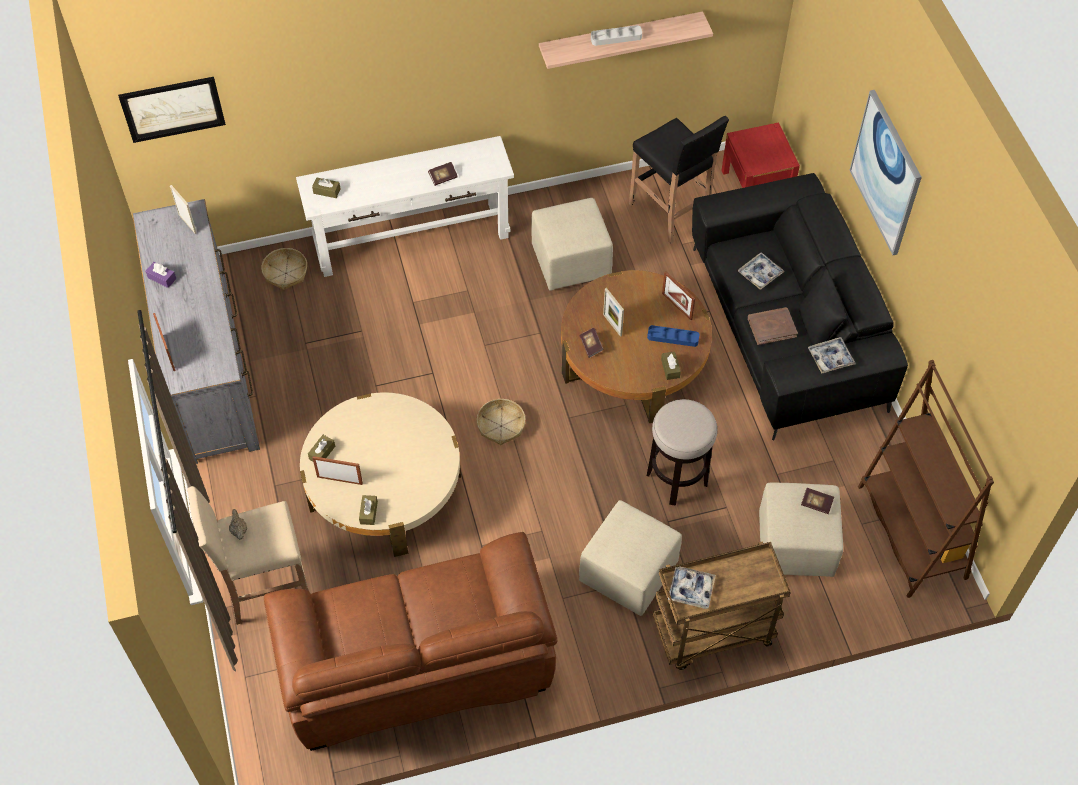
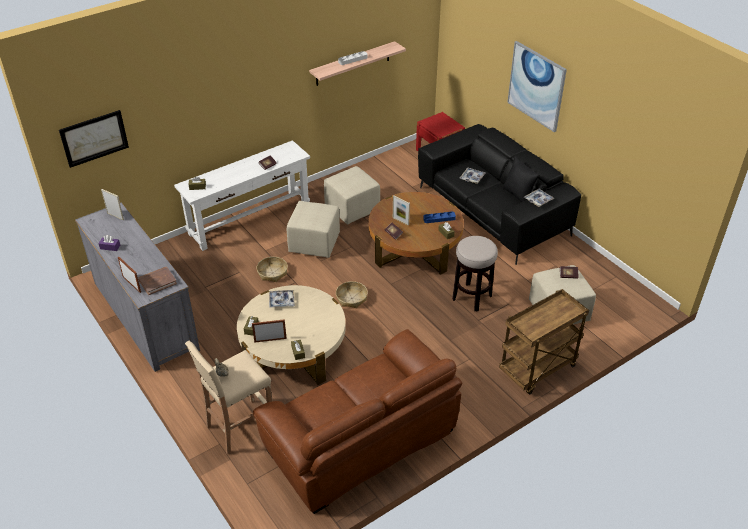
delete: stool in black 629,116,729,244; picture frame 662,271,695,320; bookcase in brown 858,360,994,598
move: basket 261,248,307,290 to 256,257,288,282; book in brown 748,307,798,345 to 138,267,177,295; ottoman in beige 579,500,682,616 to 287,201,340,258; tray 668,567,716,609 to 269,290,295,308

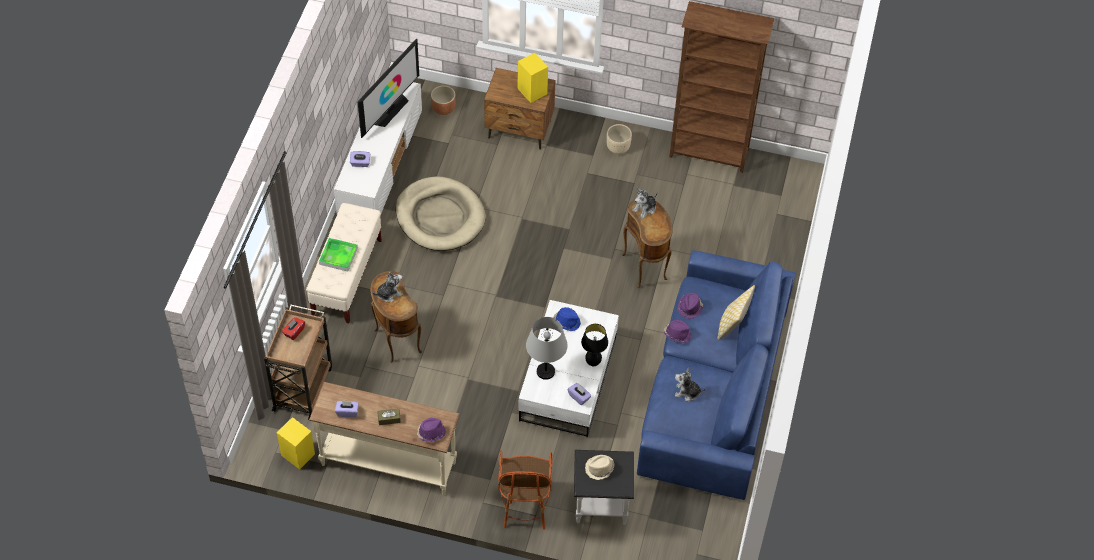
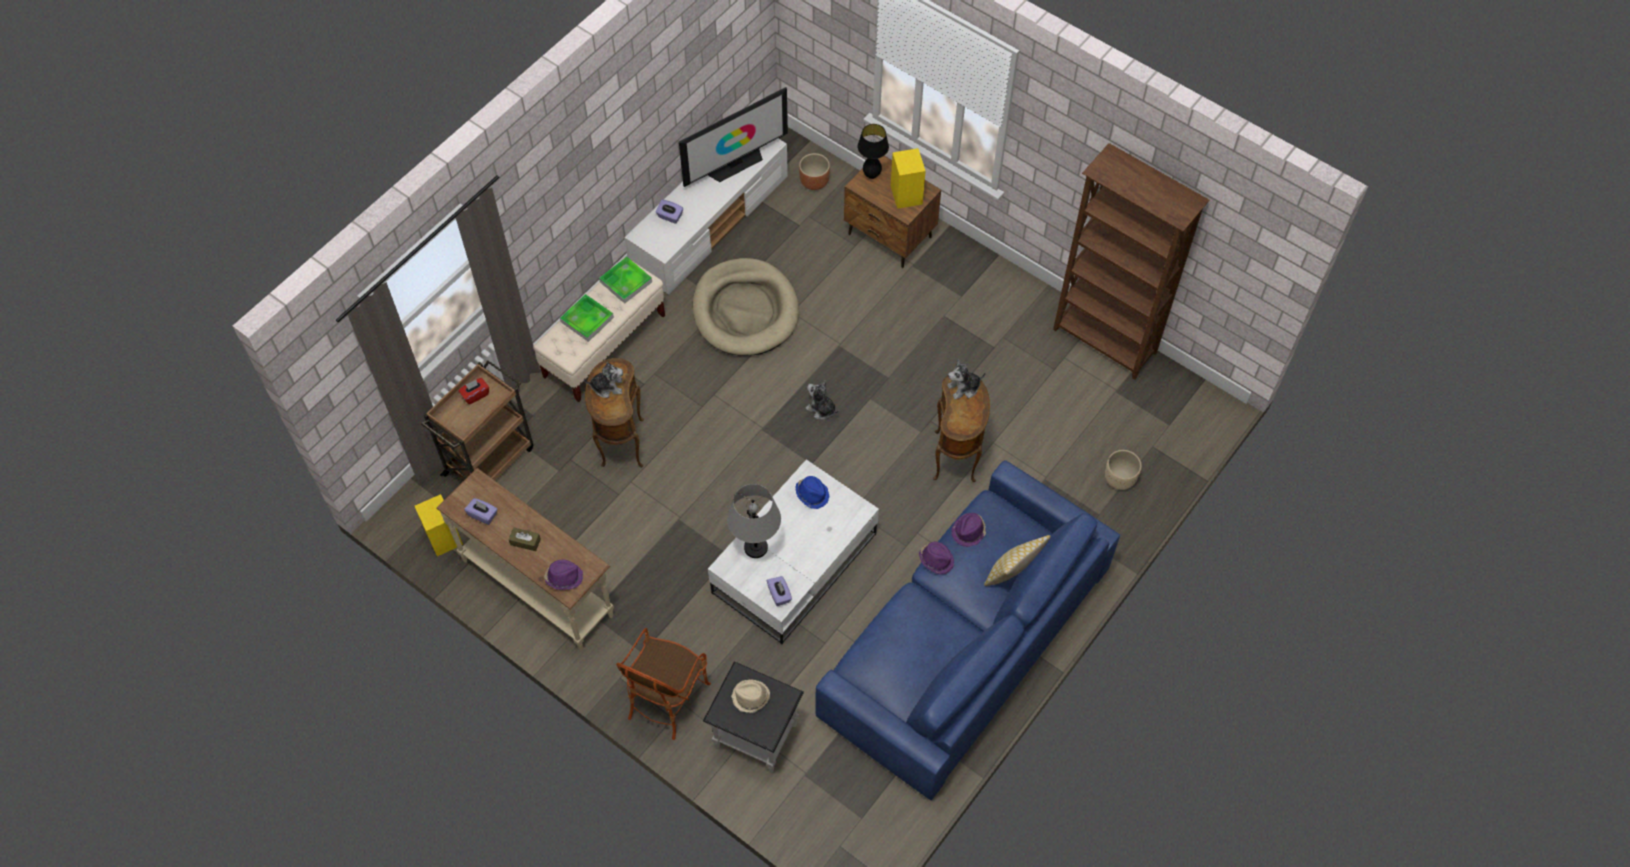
insert: tray 599,257,652,304
move: planter in beige 607,124,632,154 to 1105,450,1142,490; table lamp in black 581,324,608,366 to 858,124,889,179; plush toy 675,368,706,401 to 806,380,839,420

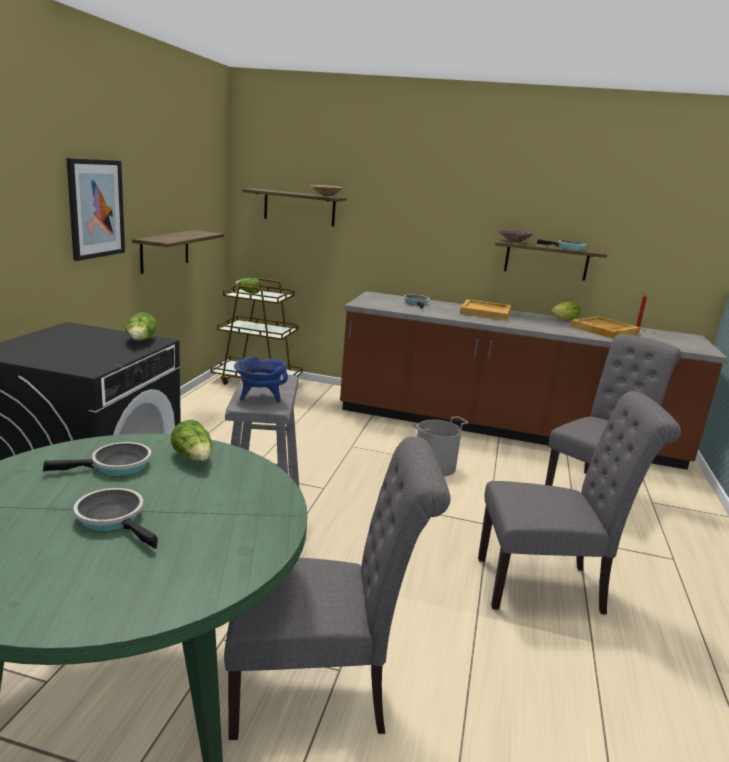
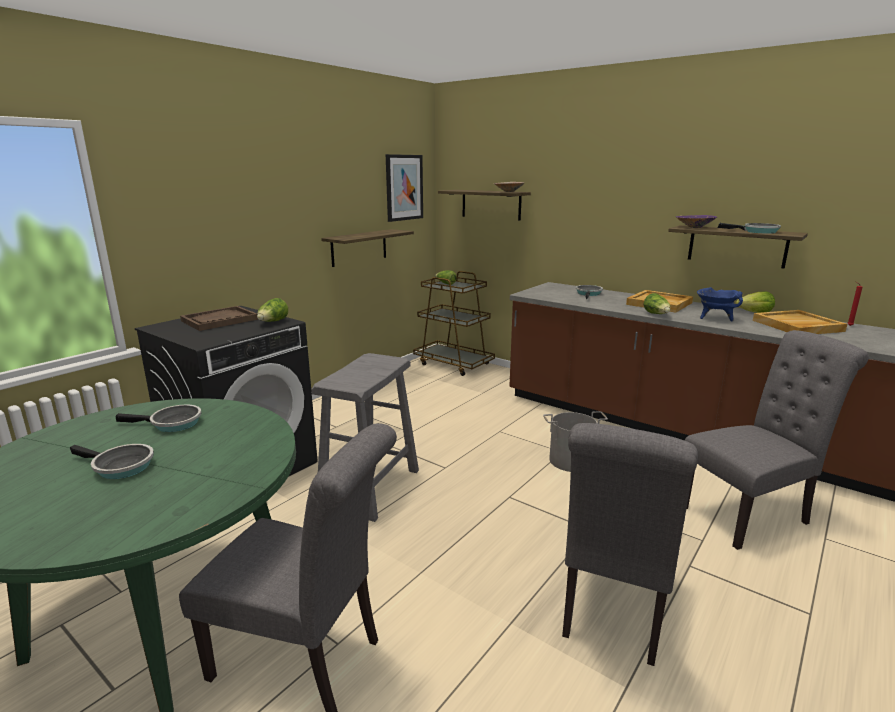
insert: tray in brown 180,306,258,331
move: picture 66,158,125,261 to 386,154,423,222; cooking pot in blue 234,356,288,402 to 697,287,743,322; lettuce 171,420,212,461 to 643,293,670,314
rotate: chair in grey 478,391,681,615 = 562,423,698,666 90 degrees clockwise; frying pan 73,488,158,549 = 70,444,154,479 135 degrees clockwise

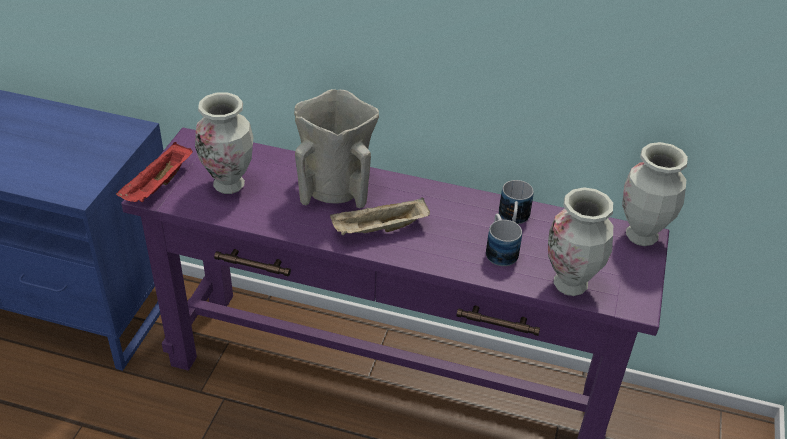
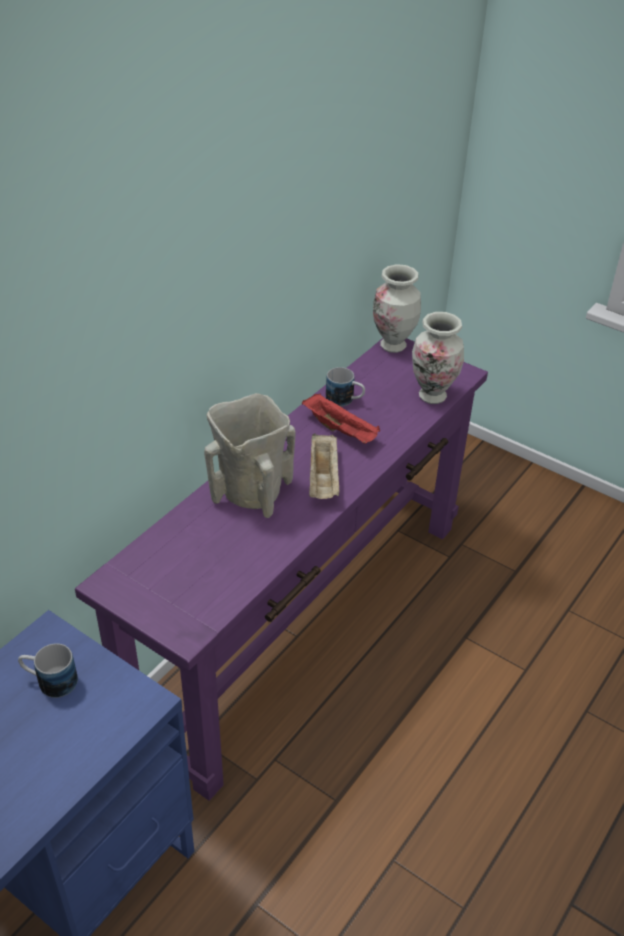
delete: vase 195,93,253,194
move: tray in red 116,142,193,202 to 302,393,380,444; mug 486,214,522,266 to 18,643,78,698

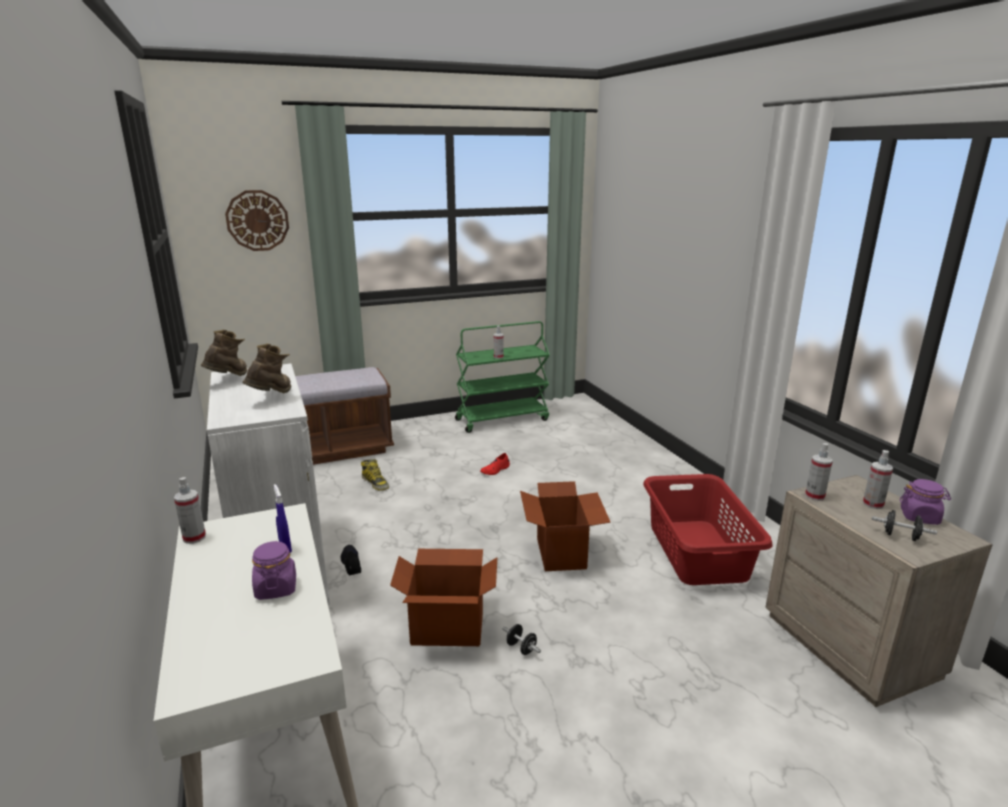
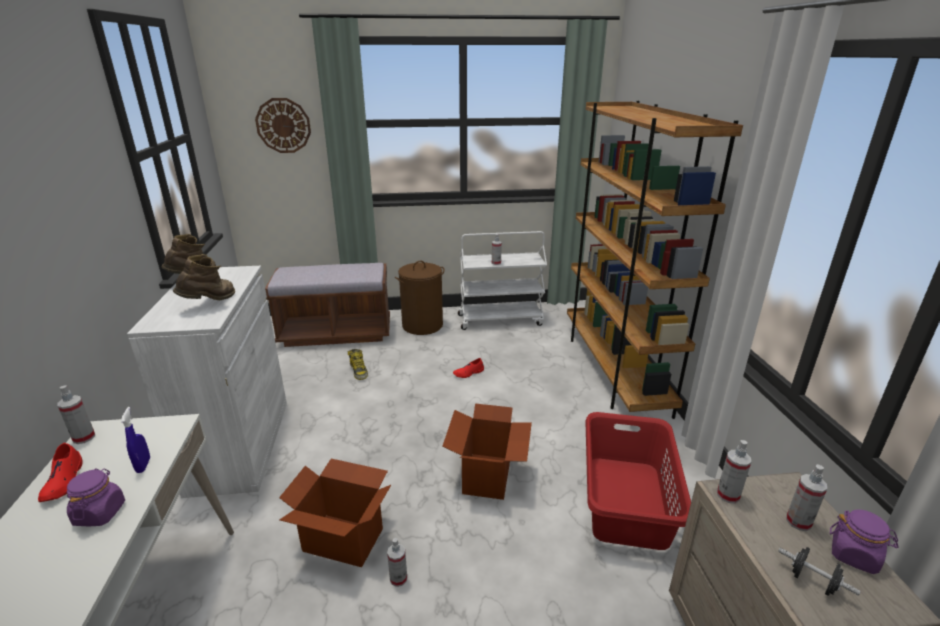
delete: shoe in black 341,545,361,575
insert: bookcase in brown 567,101,743,419; laundry basket in brown 395,261,444,335; shoe in red 38,443,82,502
replace: dumbbell in black 503,624,541,655 to spray bottle 387,538,407,587
recolor: cart in green 455,321,550,433 to cart in white 458,231,547,330

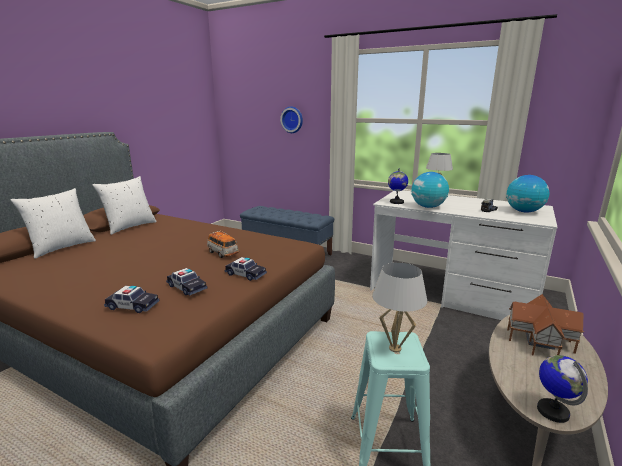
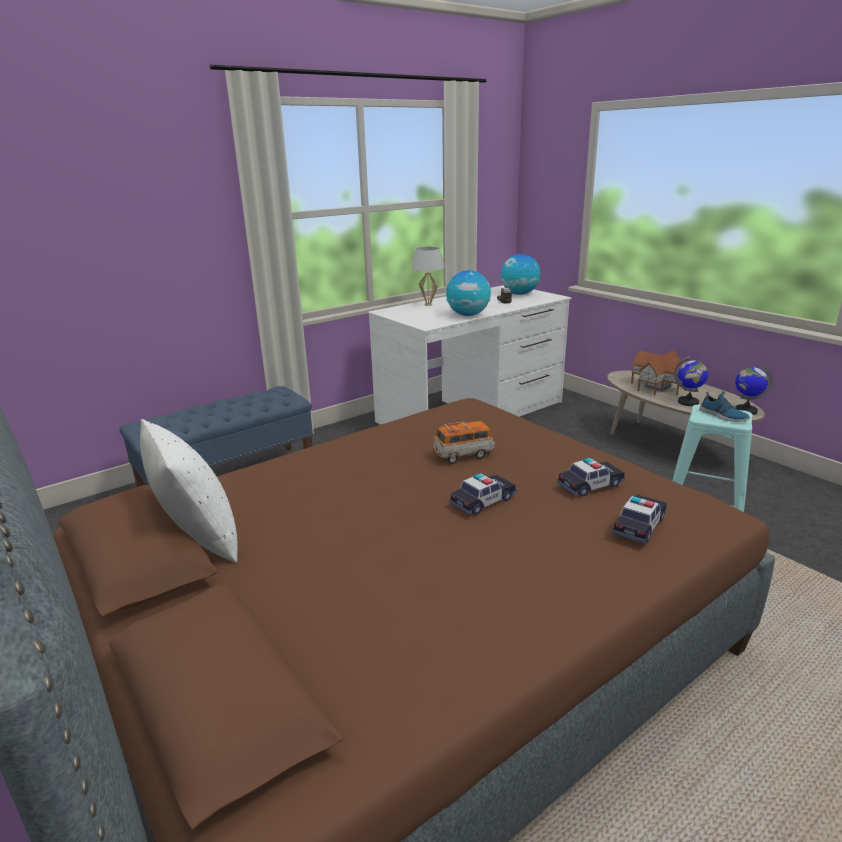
delete: wall clock 280,107,303,133; pillow in white 10,188,96,259
move: globe 388,168,408,204 to 674,356,708,406; toy car 225,257,267,281 to 449,473,517,515
replace: table lamp in white 372,262,427,352 to shoe 699,391,750,422

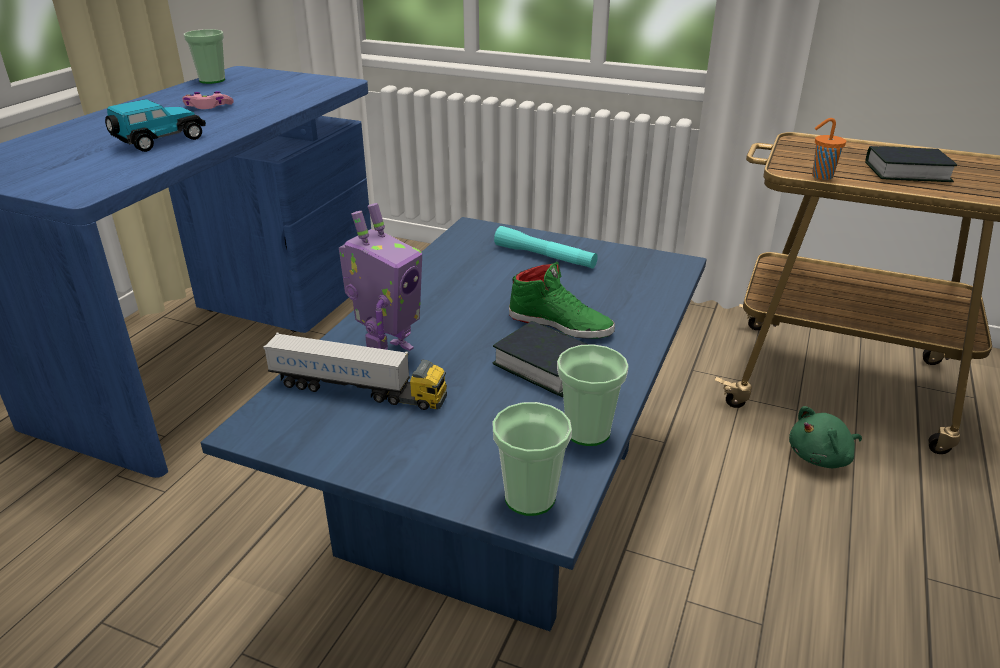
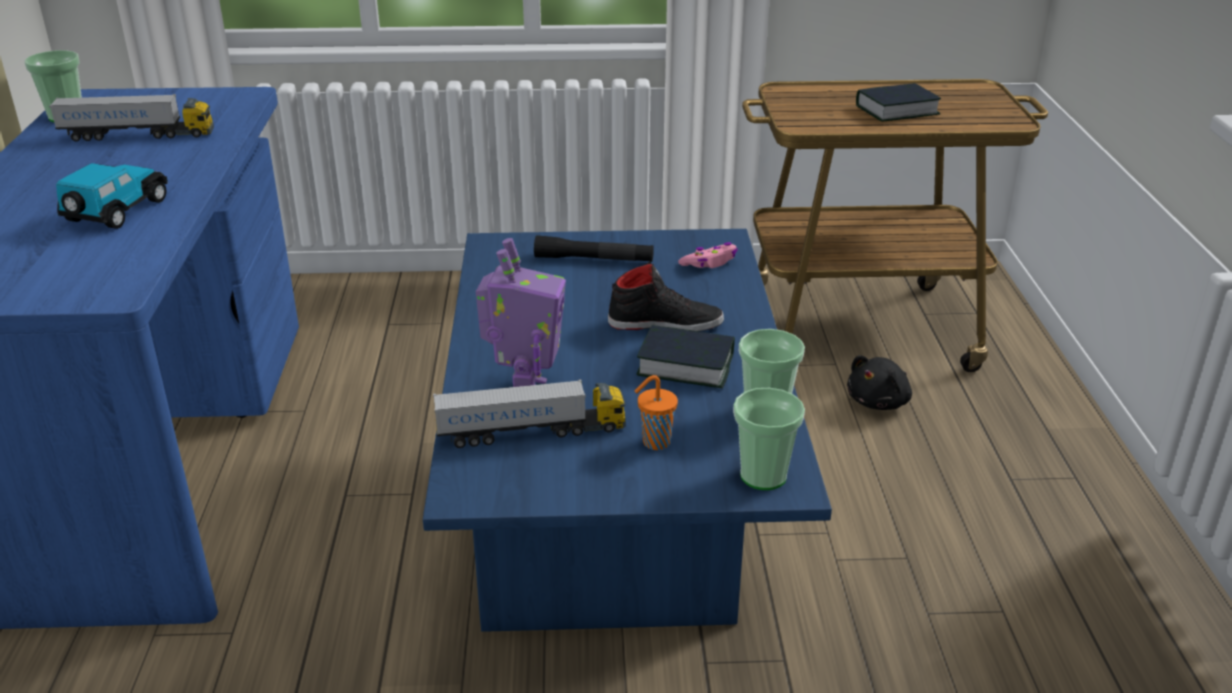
insert: toy truck 49,94,214,142
move: game controller in pink 182,91,233,109 to 678,242,738,268; cup in orange 812,118,846,180 to 635,375,678,450
recolor: flashlight in turquoise 494,226,598,269 to flashlight in black 534,235,654,262; shoe in green 509,262,615,339 to shoe in black 608,262,724,331; plush toy in green 789,406,862,468 to plush toy in black 847,355,912,410

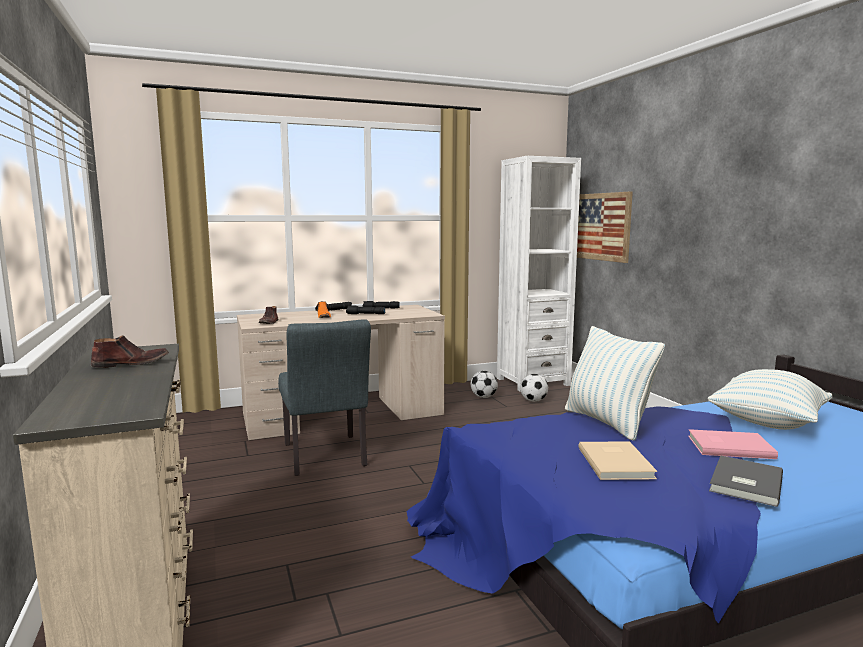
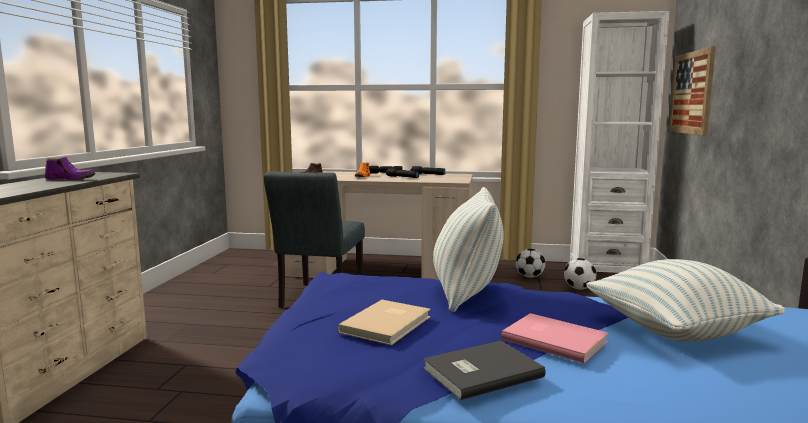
recolor: shoe in brown 91,335,169,368 to shoe in purple 45,157,96,180

